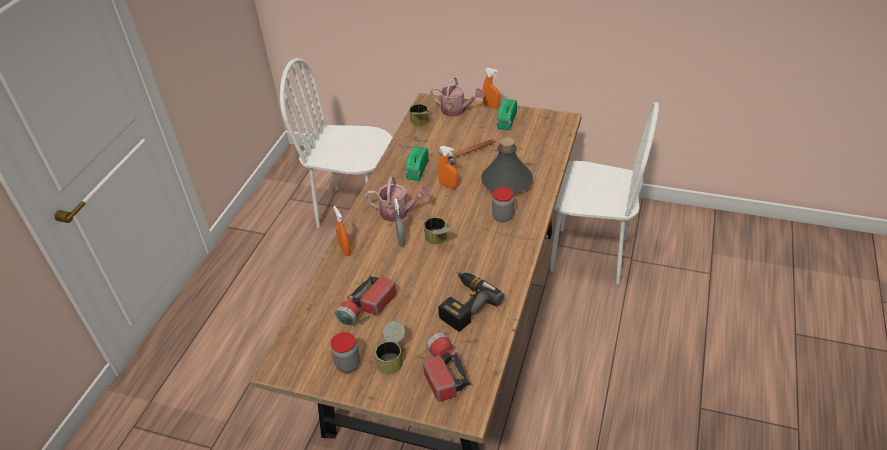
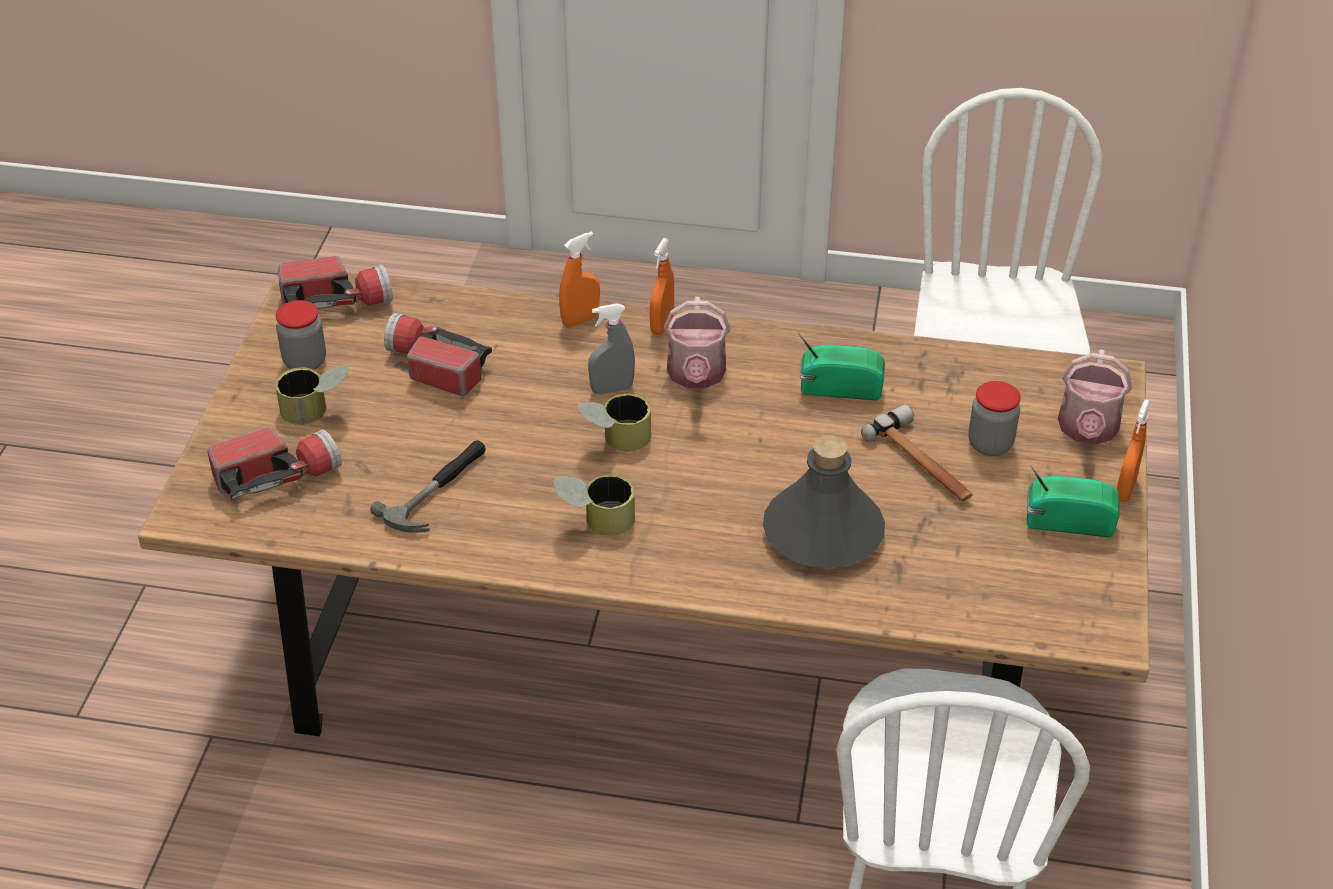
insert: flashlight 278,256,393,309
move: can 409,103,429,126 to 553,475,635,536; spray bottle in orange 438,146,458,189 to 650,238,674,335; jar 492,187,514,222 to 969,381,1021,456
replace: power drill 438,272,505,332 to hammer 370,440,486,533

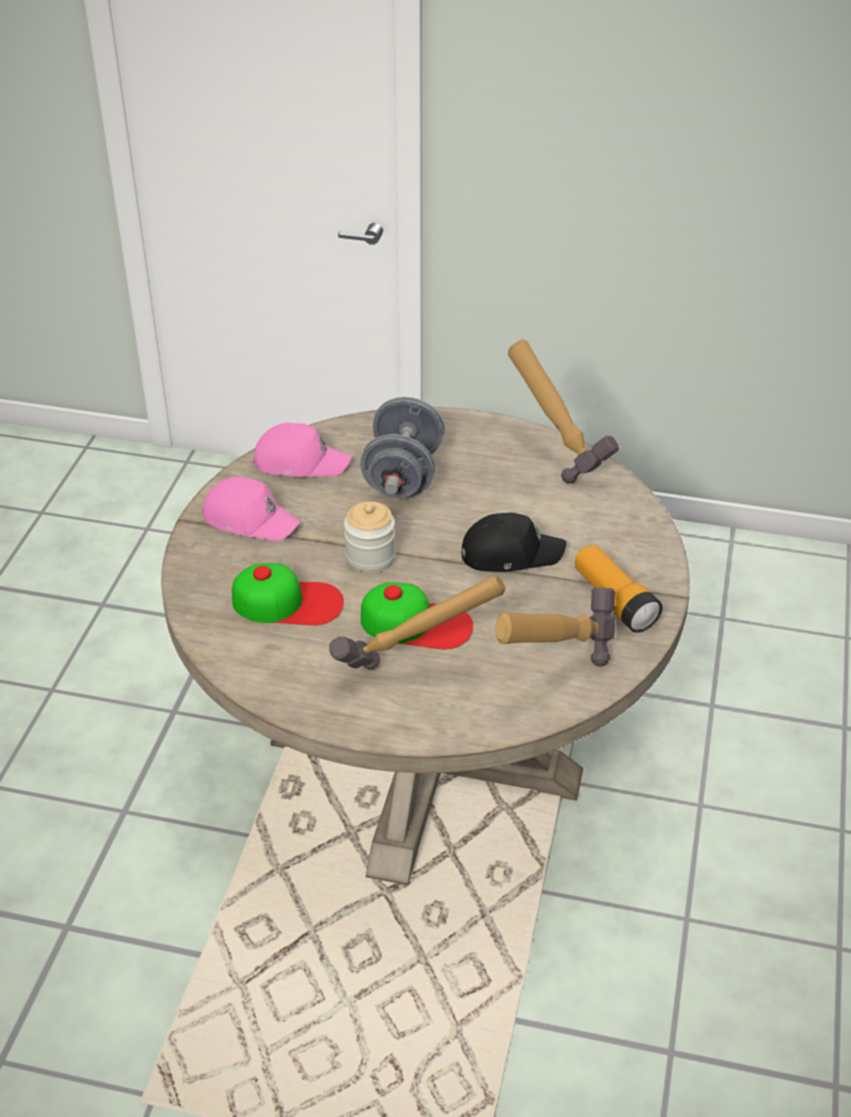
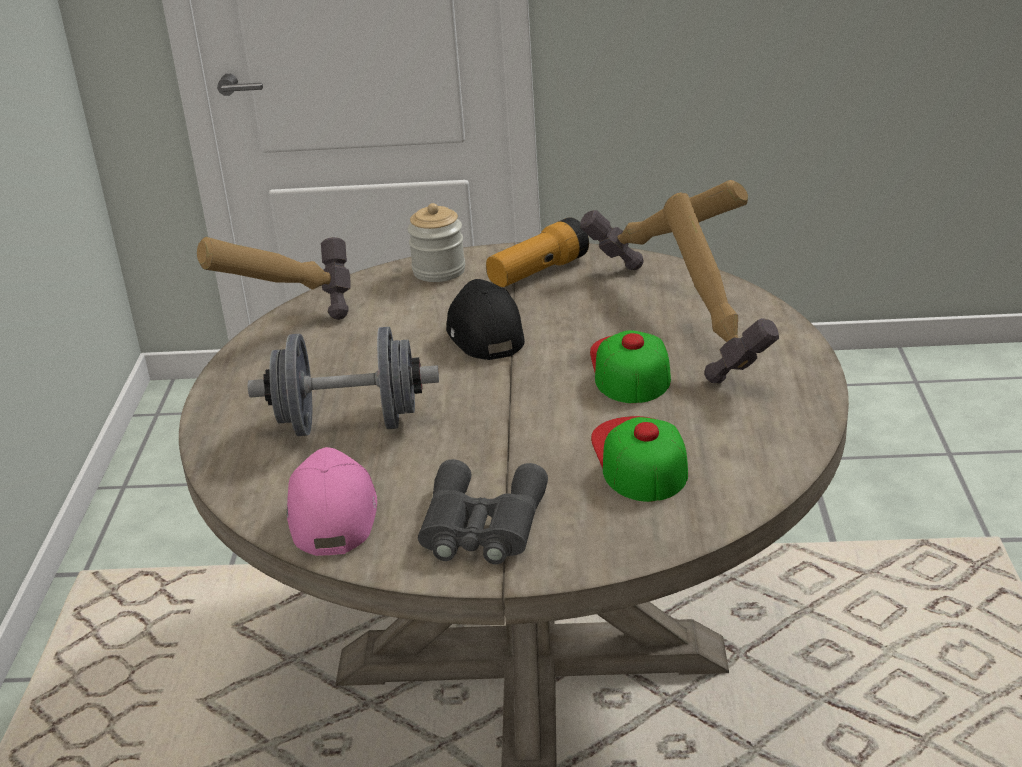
move: jar 344,501,396,573 to 408,203,465,282
replace: cap in pink 202,477,300,541 to binoculars in grey 418,459,548,564

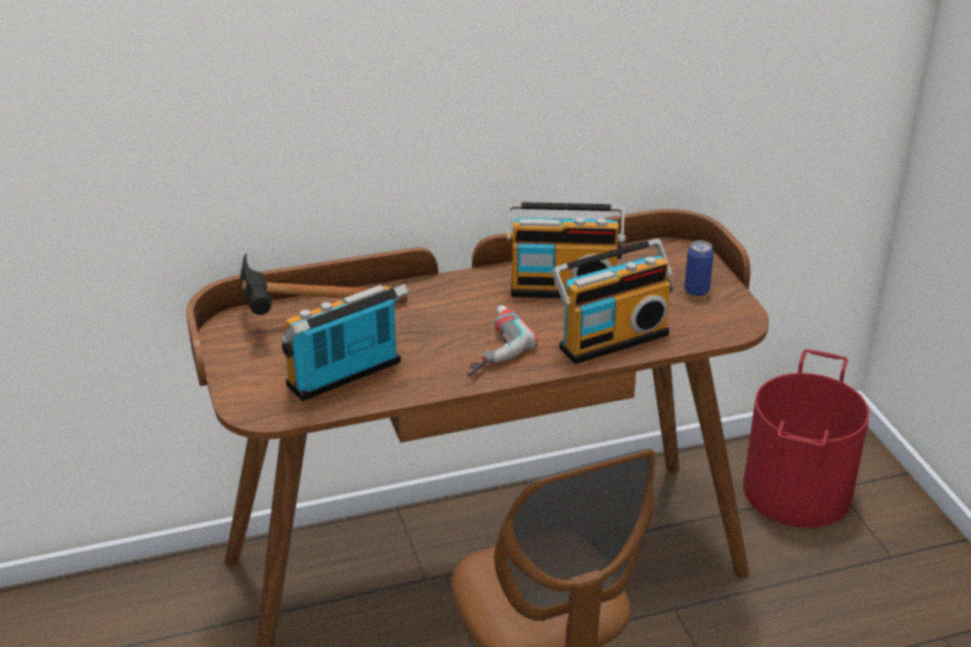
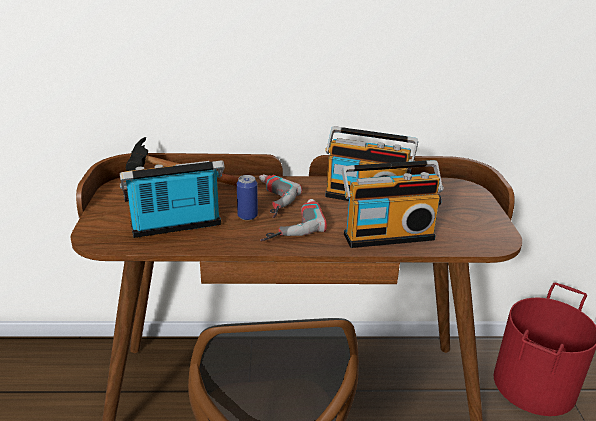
insert: power drill 259,174,302,218
move: can 684,240,714,296 to 237,175,258,220

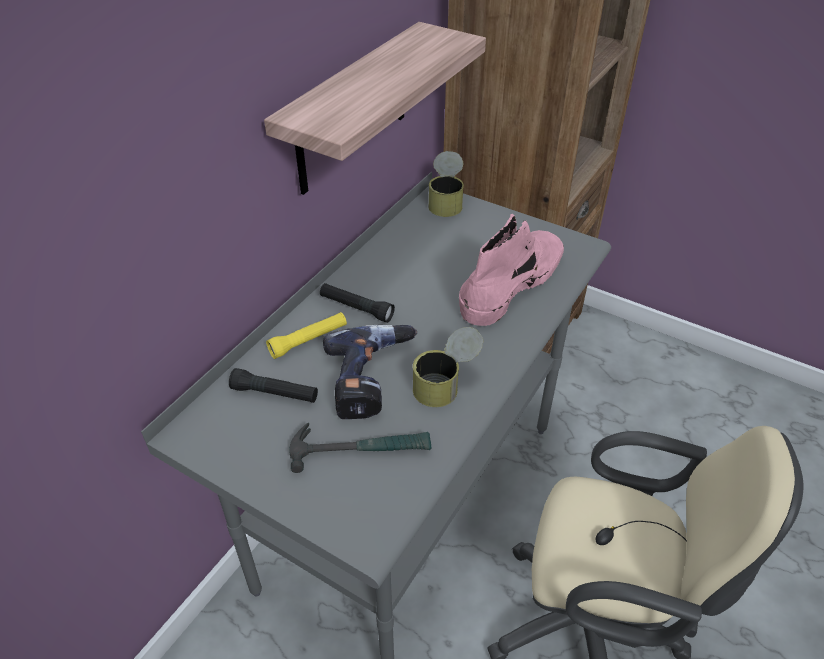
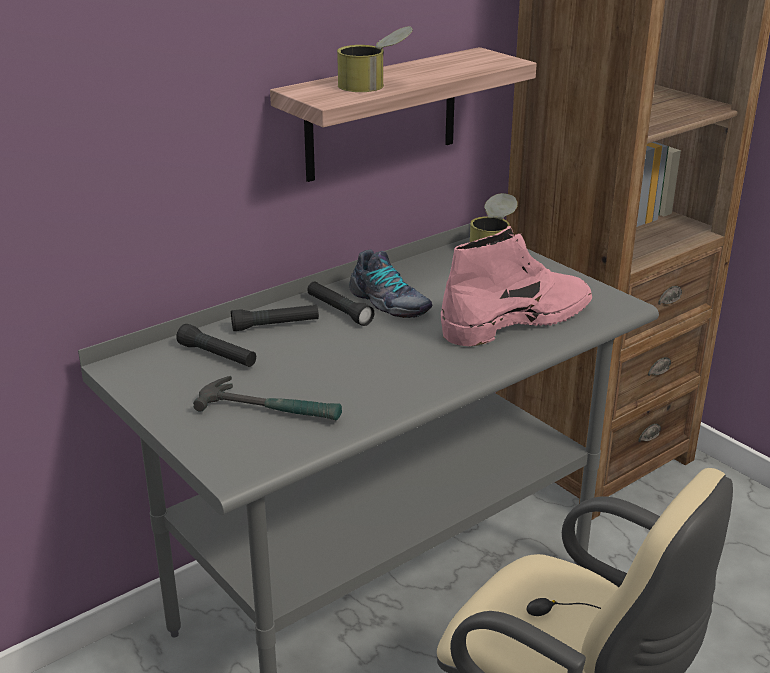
delete: power drill 323,325,417,419
insert: shoe 349,249,432,318
move: can 413,327,483,407 to 337,26,413,92
recolor: flashlight in yellow 266,312,347,359 to flashlight in black 231,304,319,331

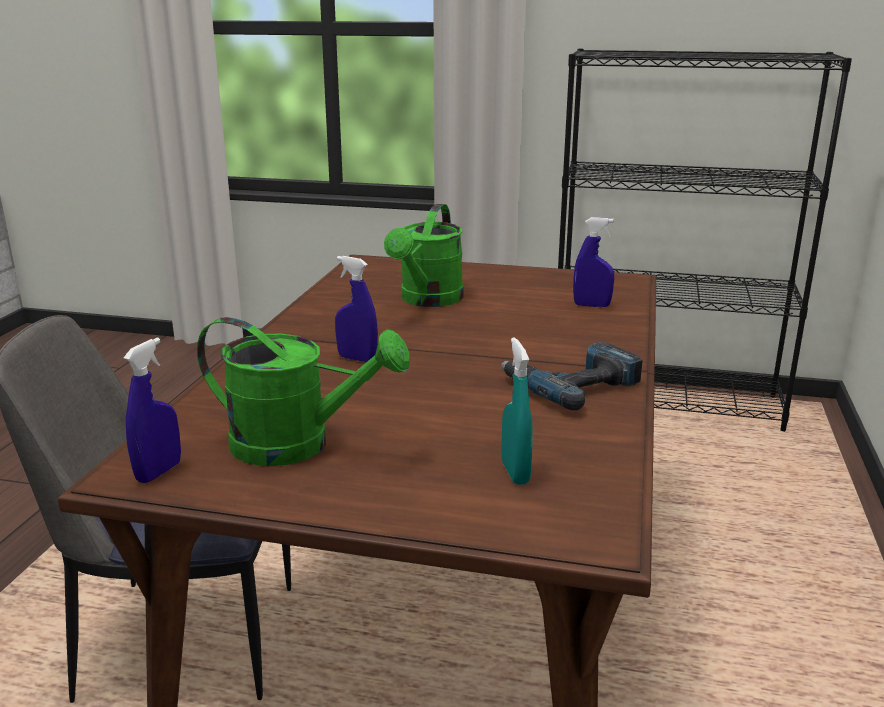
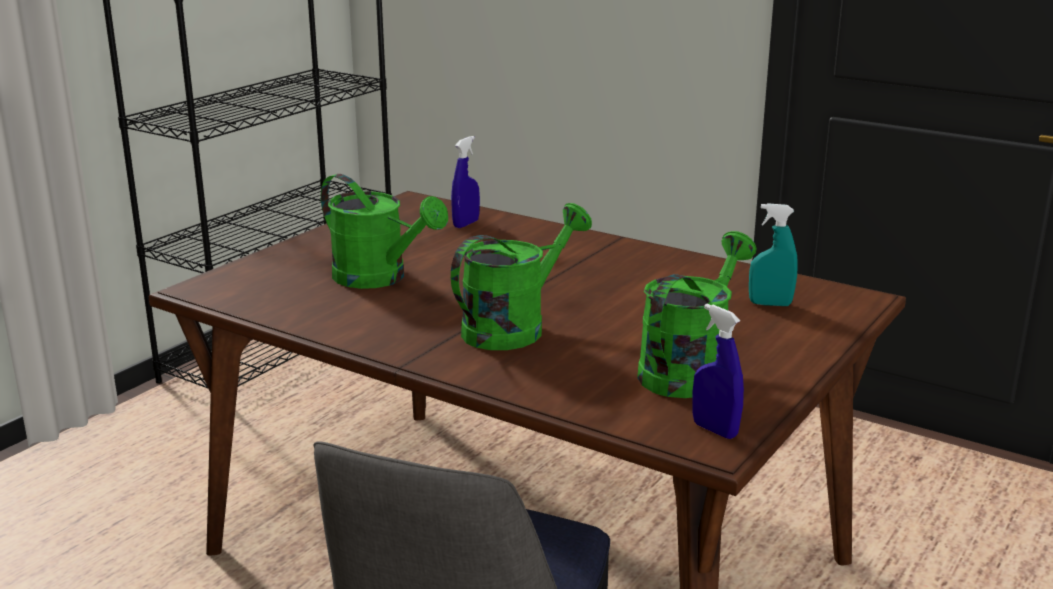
delete: power drill 501,341,643,410
replace: spray bottle in blue 335,256,378,362 to watering can in green 451,203,592,350

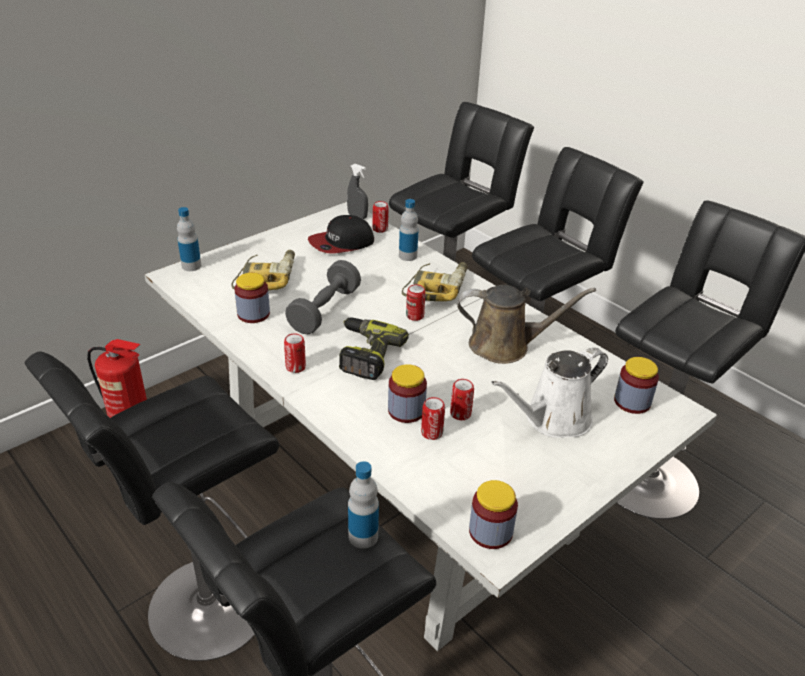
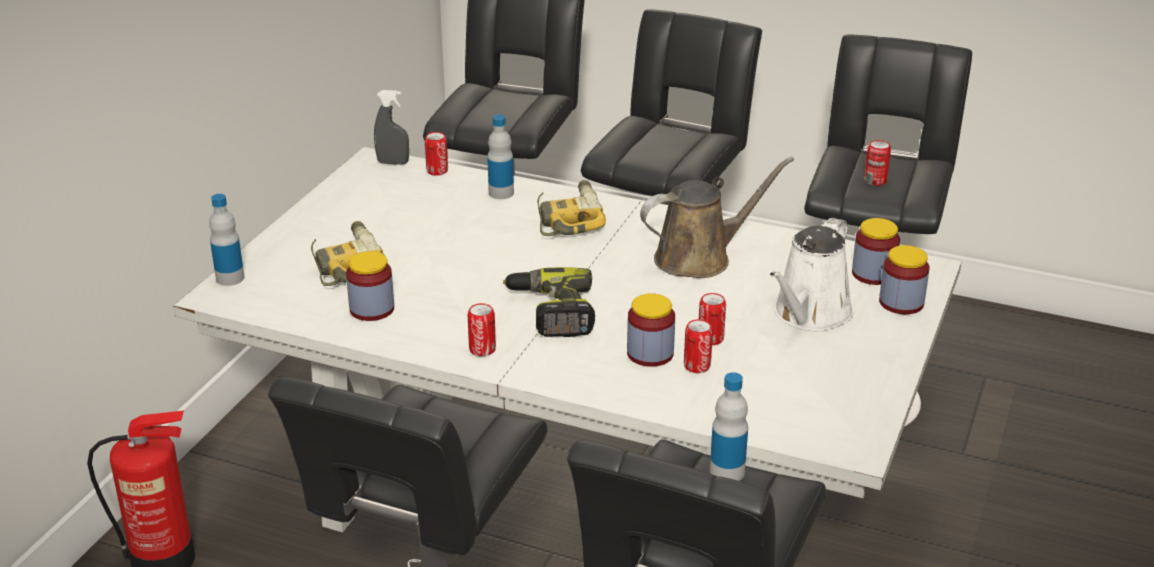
delete: cap 308,215,374,254; dumbbell in grey 285,260,361,334
move: can 406,284,426,321 to 864,140,891,186; jar 469,480,518,549 to 879,245,930,314

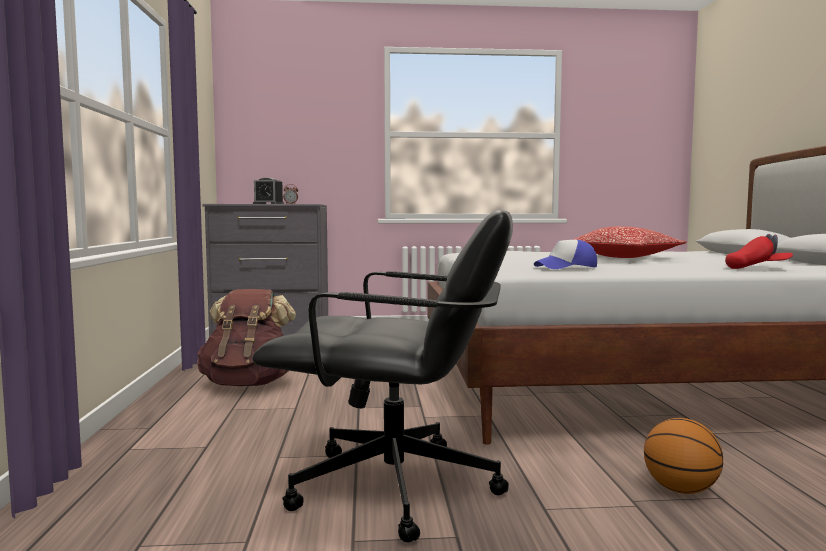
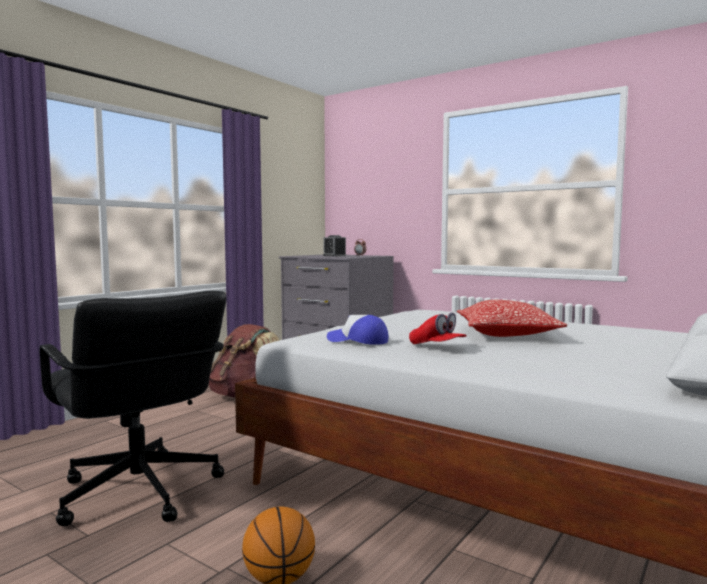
move: cap in red 725,234,793,269 to 409,313,467,344

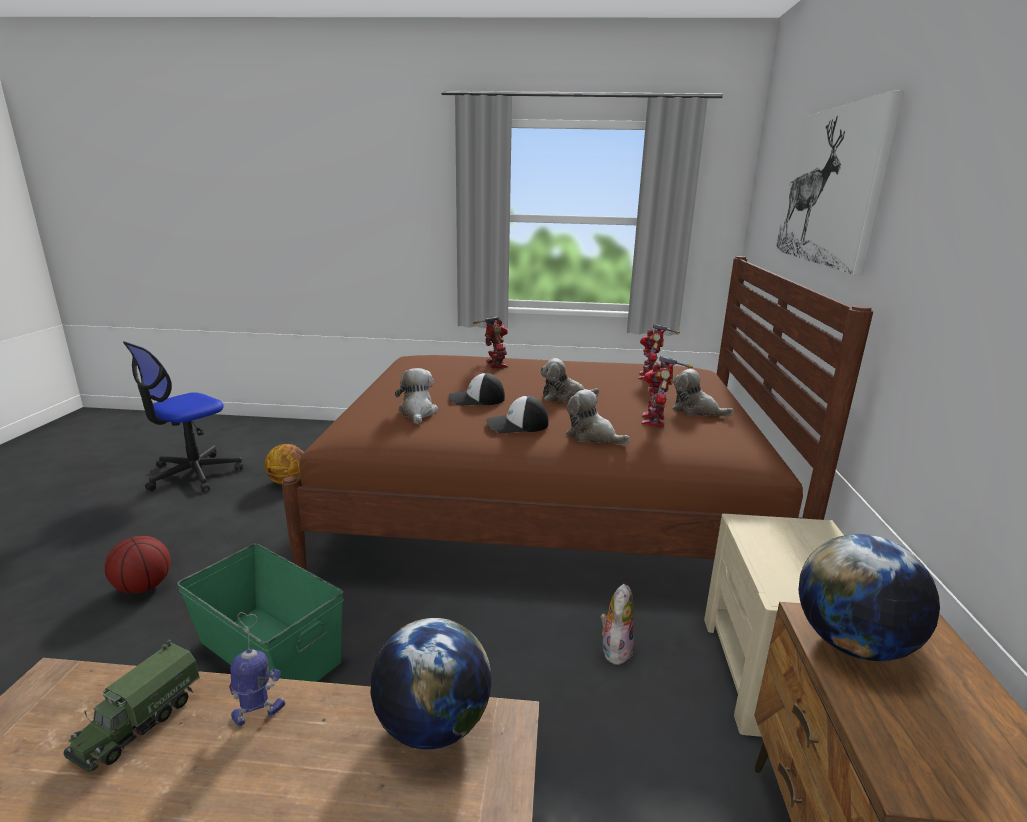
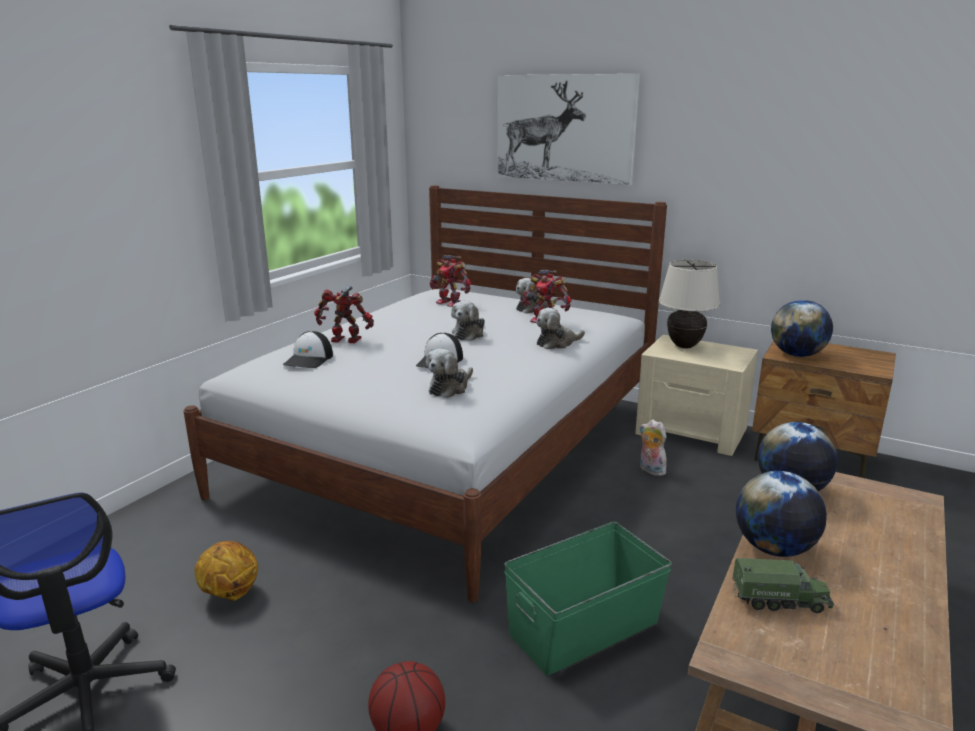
insert: table lamp in beige 659,260,720,348
move: cap 486,395,548,433 to 283,331,333,368
replace: toy robot 229,612,285,726 to globe 736,471,827,557
recolor: bed in brown 282,256,873,569 to bed in white 183,185,667,603
rotate: plush toy 395,368,438,424 = 426,349,473,398 75 degrees counterclockwise; toy truck 64,640,200,772 = 732,558,834,613 45 degrees counterclockwise

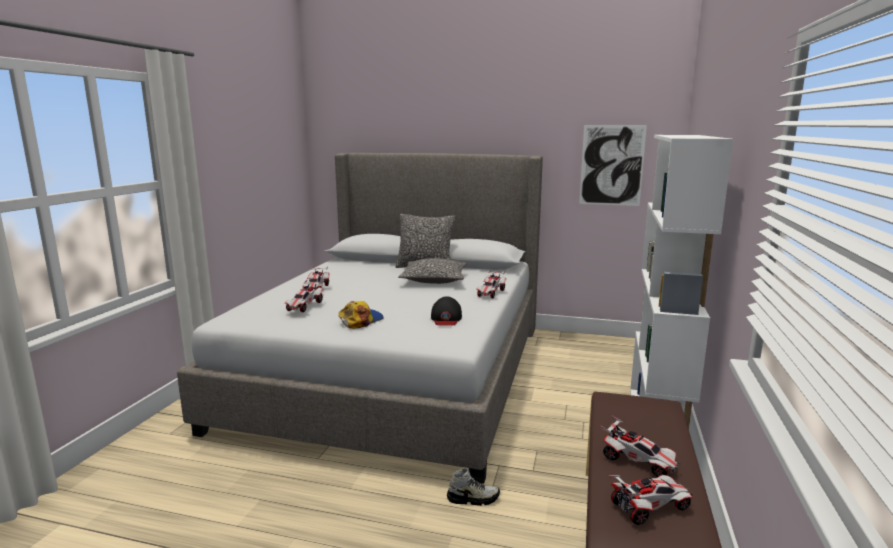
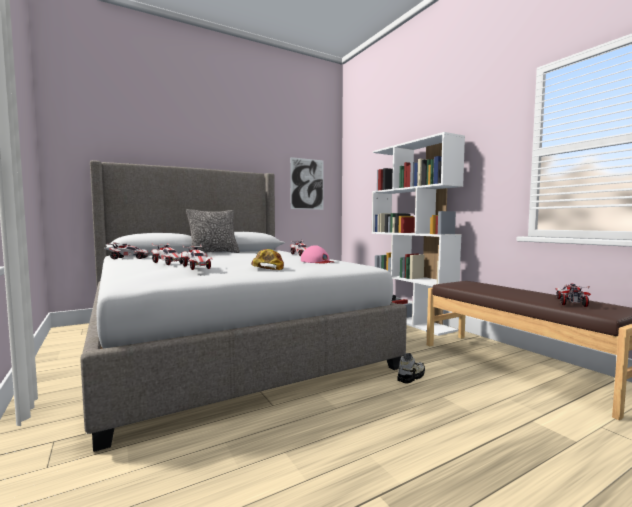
delete: pillow 398,258,466,284
move: toy car 601,416,681,477 to 107,242,150,259
recolor: cap in black 431,296,462,326 to cap in pink 301,245,333,264

